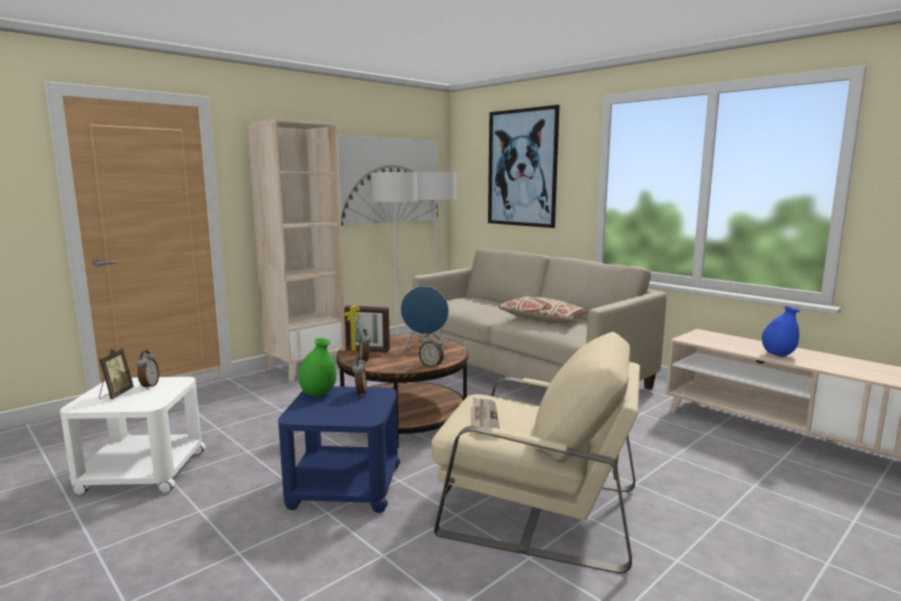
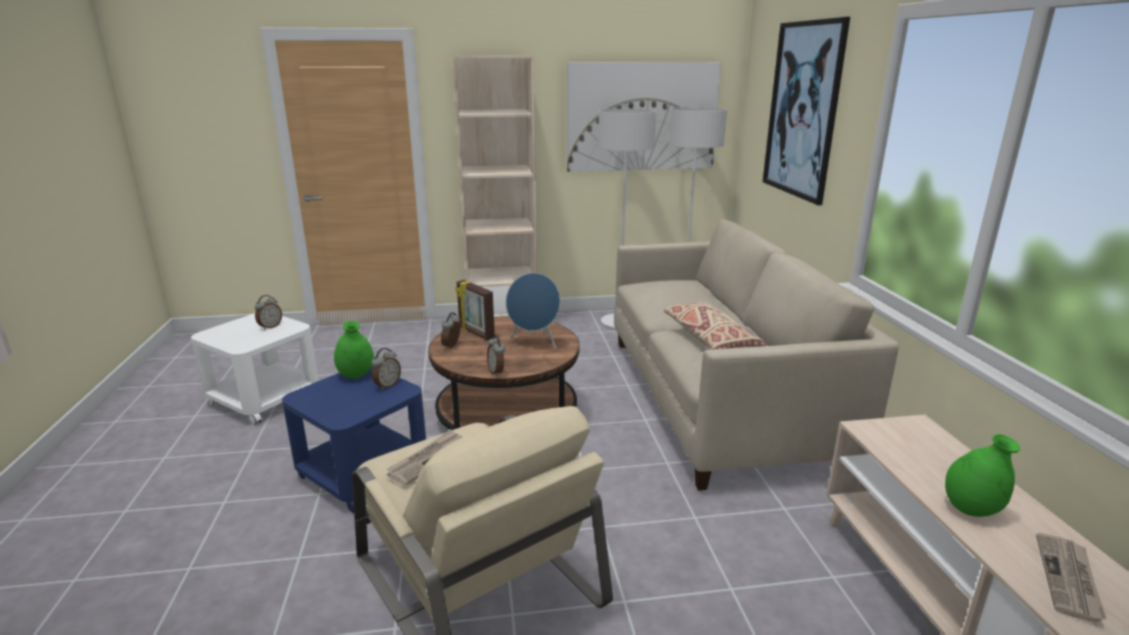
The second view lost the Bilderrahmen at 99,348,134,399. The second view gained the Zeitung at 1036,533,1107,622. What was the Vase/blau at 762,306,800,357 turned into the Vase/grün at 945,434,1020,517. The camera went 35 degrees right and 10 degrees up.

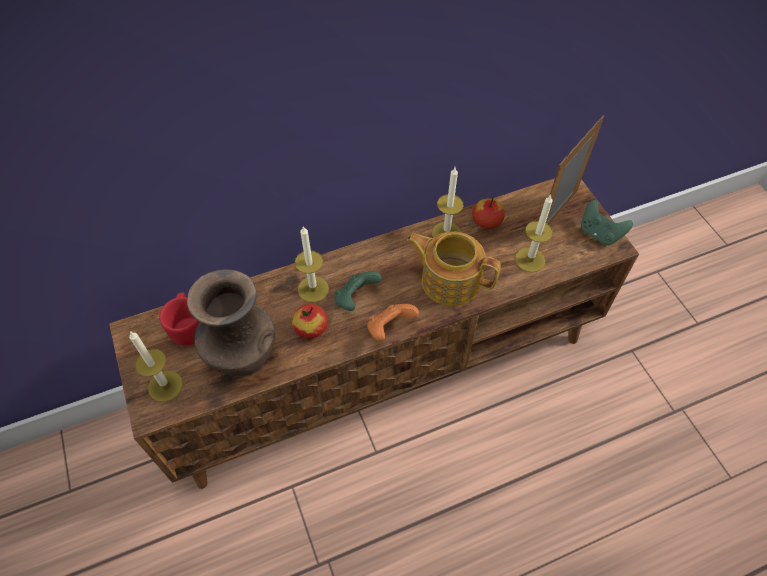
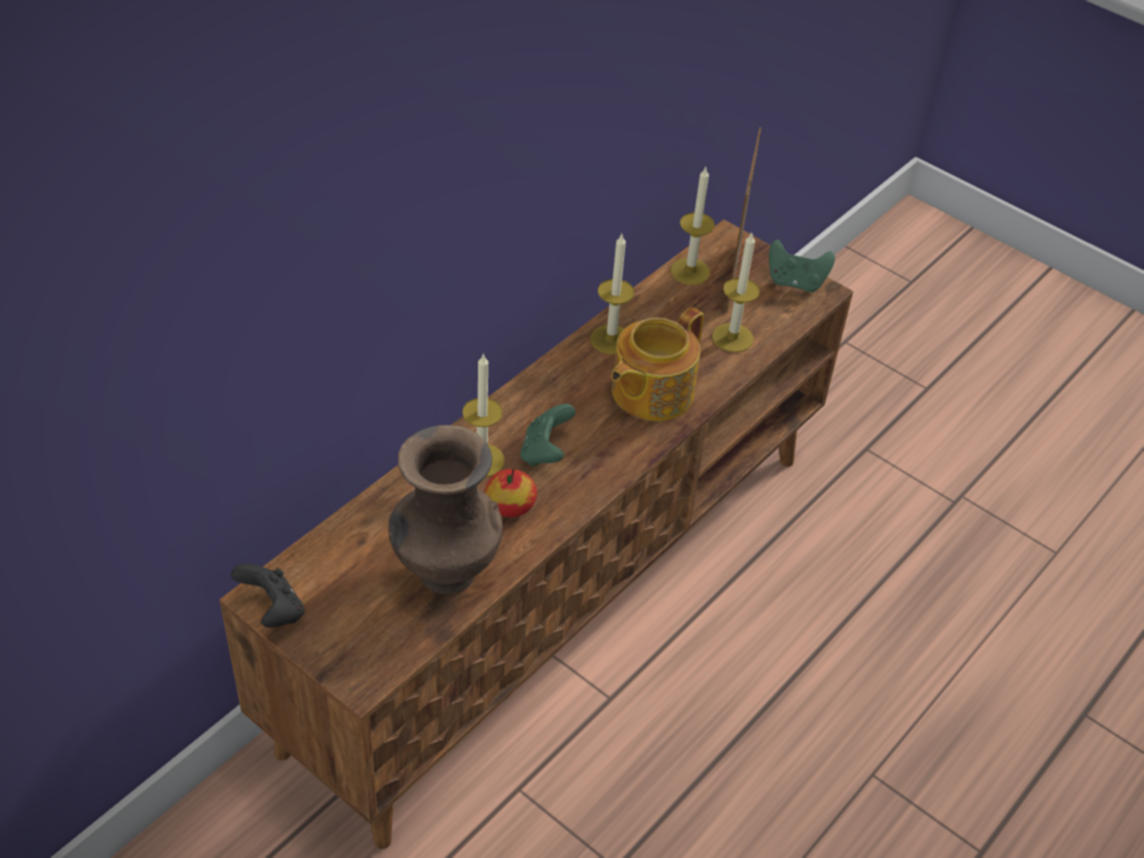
The second view lost the Henkelbecher/rot at 159,292,200,346. The second view lost the Gamepad/orange at 367,304,419,341. The second view lost the Apfel at 472,196,505,229. The second view gained the Gamepad/schwarz at 231,563,305,628. The Kerze ended up elsewhere, having gone from 129,331,183,402 to 671,166,715,285. The Teekanne at 407,232,501,306 ended up facing another way, 45 degrees counterclockwise from before. The camera went 30 degrees left and 10 degrees down.

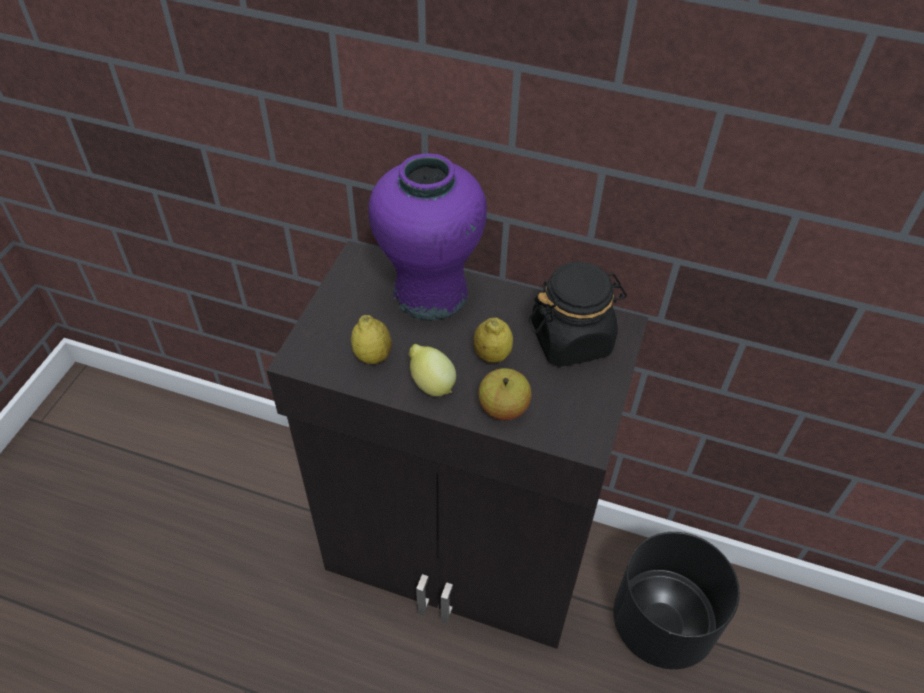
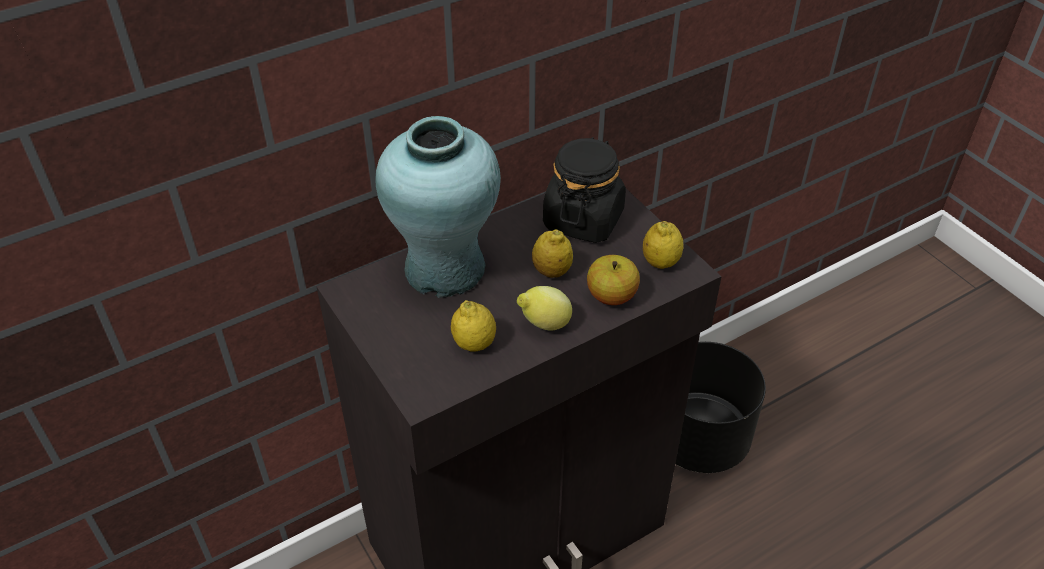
The second view gained the Zitrone at 643,221,684,269. What was the Vase/lila at 368,153,487,321 turned into the Vase/türkis at 375,116,501,298. The camera went 50 degrees left and 5 degrees down.

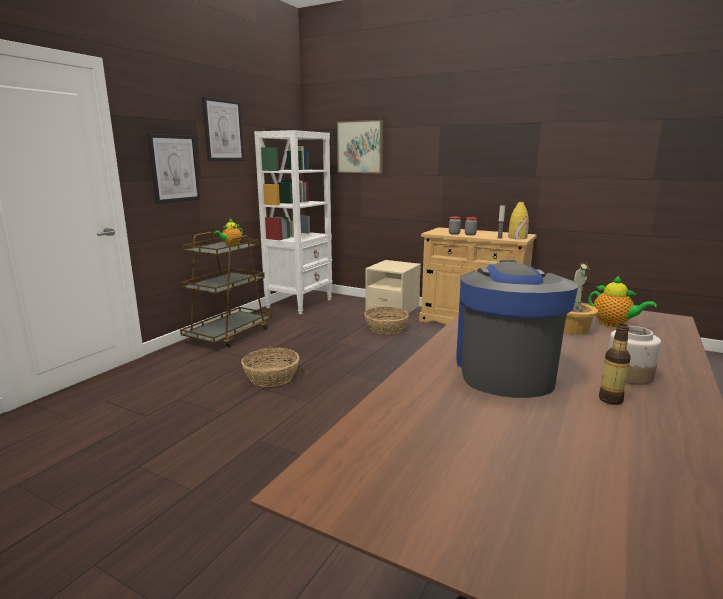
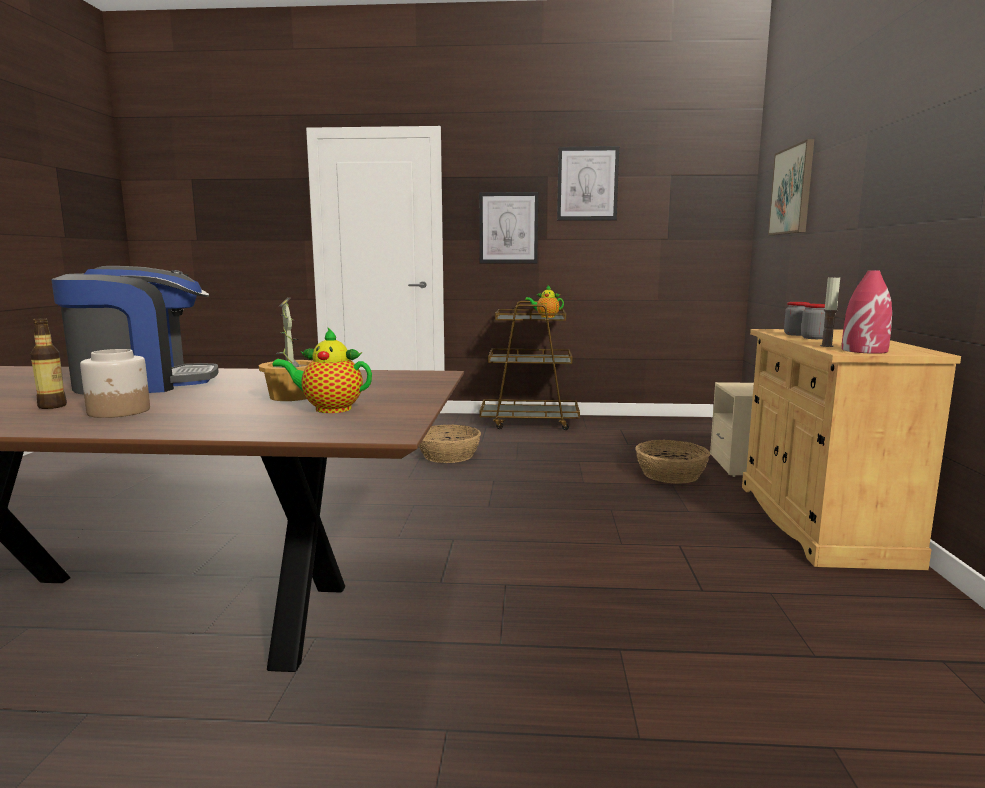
The second view lost the Bücherregal/weiß at 254,130,333,314. What was the Vase/gelb at 508,202,529,239 turned into the Vase/rot at 841,270,892,354. The Teekanne at 589,276,657,327 ended up facing another way, 75 degrees clockwise from before. The camera went 65 degrees right and 5 degrees down.

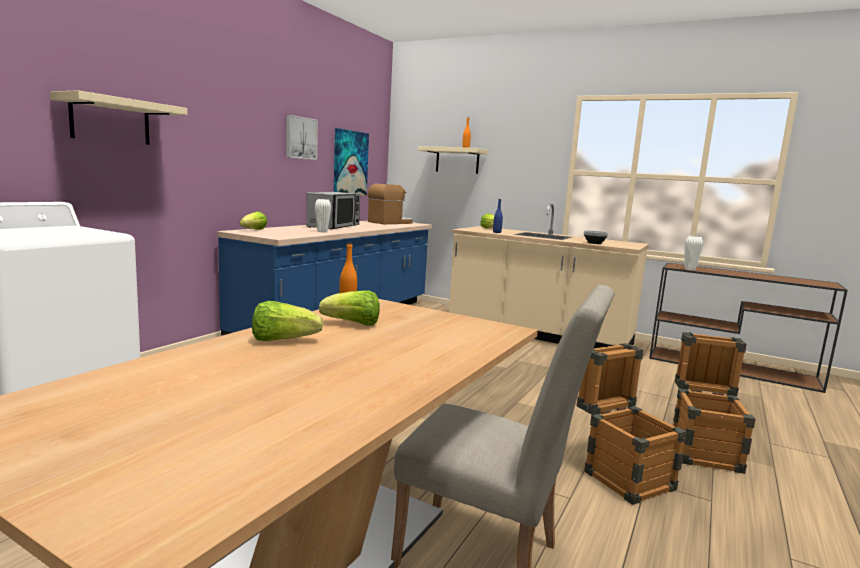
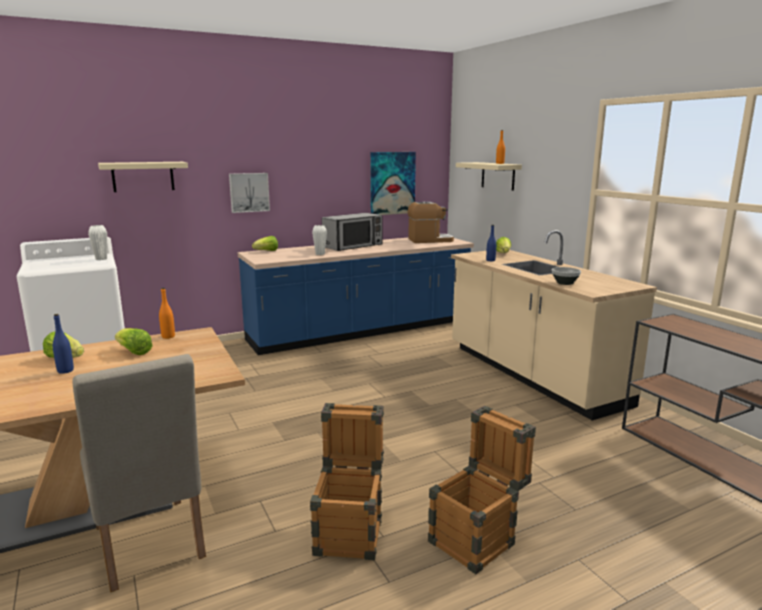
The second view gained the Flasche/blau at 53,314,74,374. The Bild ended up elsewhere, having gone from 286,115,318,160 to 229,173,270,213. The Vase/weiß ended up elsewhere, having gone from 684,236,703,270 to 88,225,107,260. The camera went 35 degrees right and 5 degrees up.

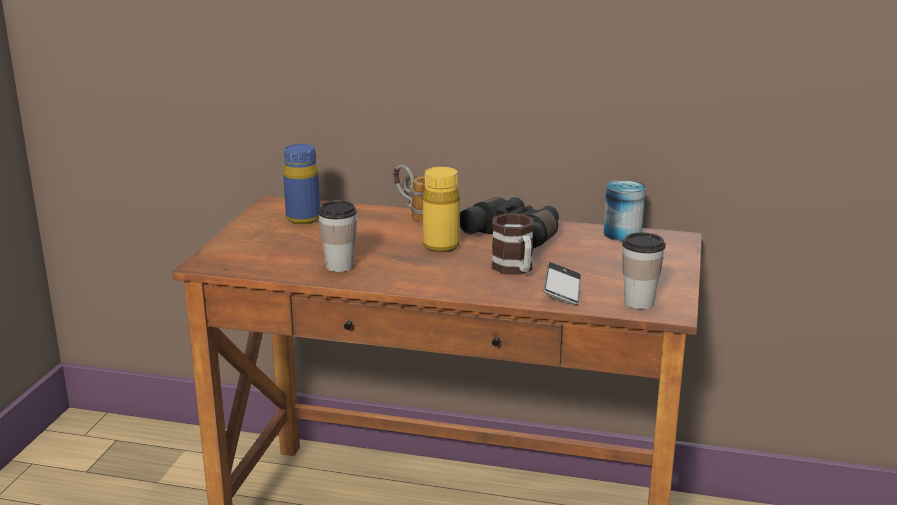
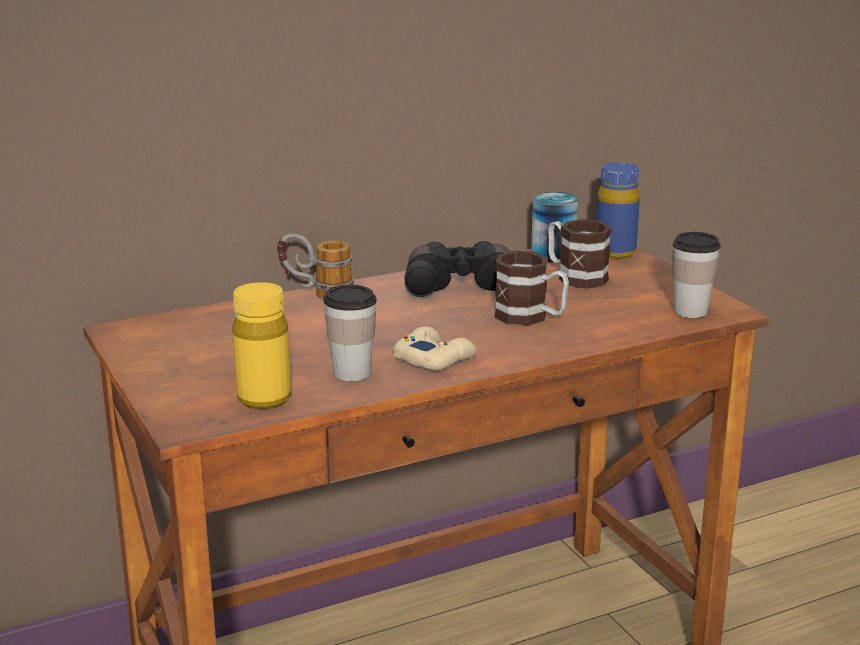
The second view lost the Handy at 544,262,581,305. The second view gained the Gamepad/beige at 393,326,477,371. The second view gained the Henkelbecher at 548,219,612,289. The Flasche/blau ended up elsewhere, having gone from 283,144,320,224 to 596,163,640,259. The Flasche/gelb ended up elsewhere, having gone from 423,167,460,252 to 232,282,291,409. The camera went 40 degrees left and 0 degrees up.

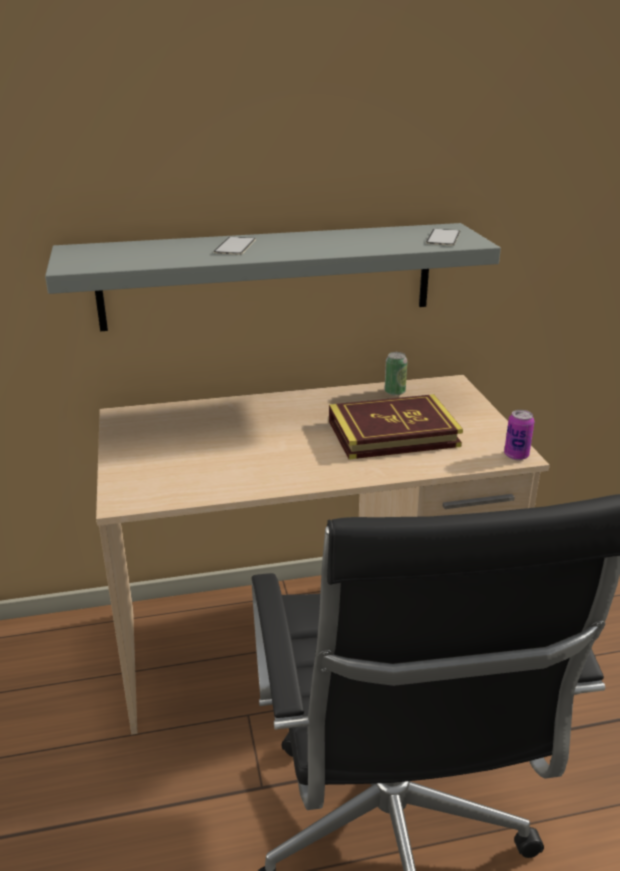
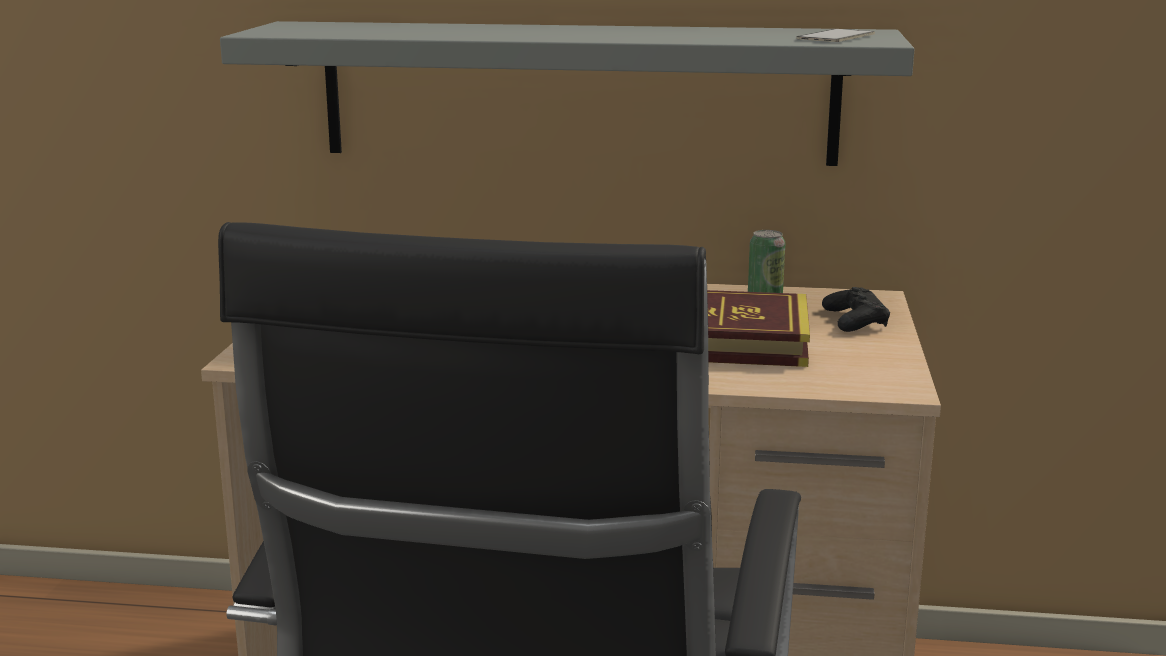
The second view lost the Handy at 213,237,256,255. The second view lost the Dose at 504,410,534,460. The second view gained the Gamepad/schwarz at 822,287,890,332. The camera went 20 degrees right and 10 degrees down.

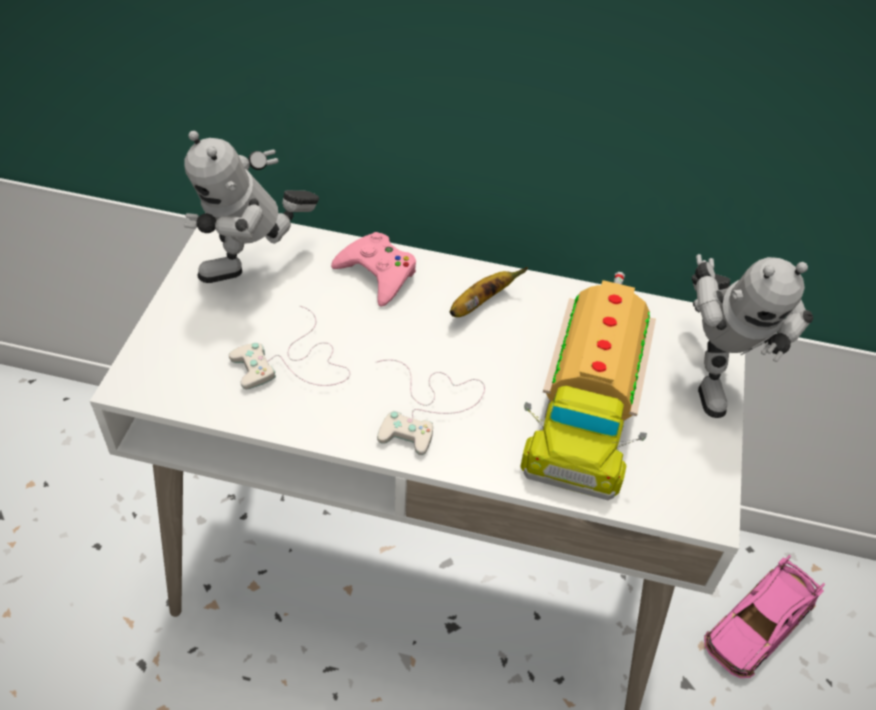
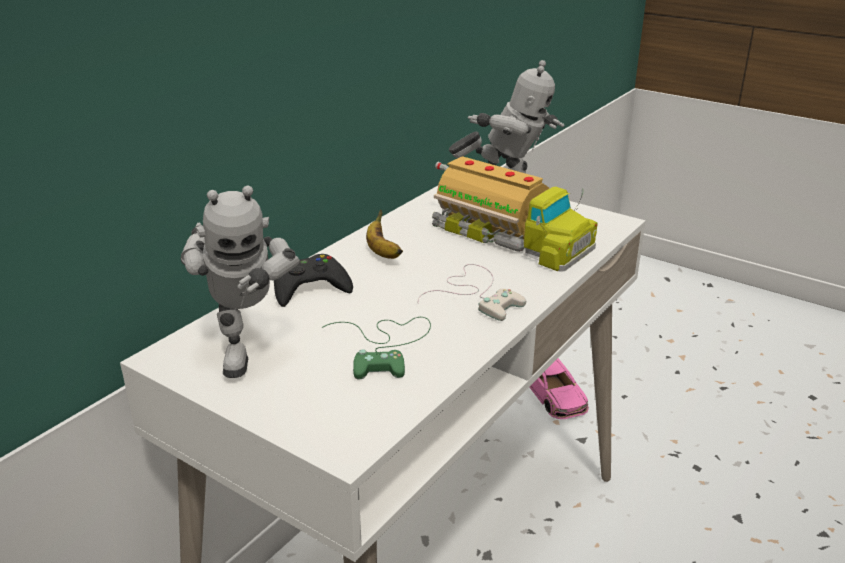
What was the Gamepad/weiß at 229,306,350,389 turned into the Gamepad/grün at 322,317,431,380. What was the Gamepad/rosa at 331,232,416,307 turned into the Gamepad/schwarz at 274,254,353,307. The camera went 65 degrees left and 20 degrees down.

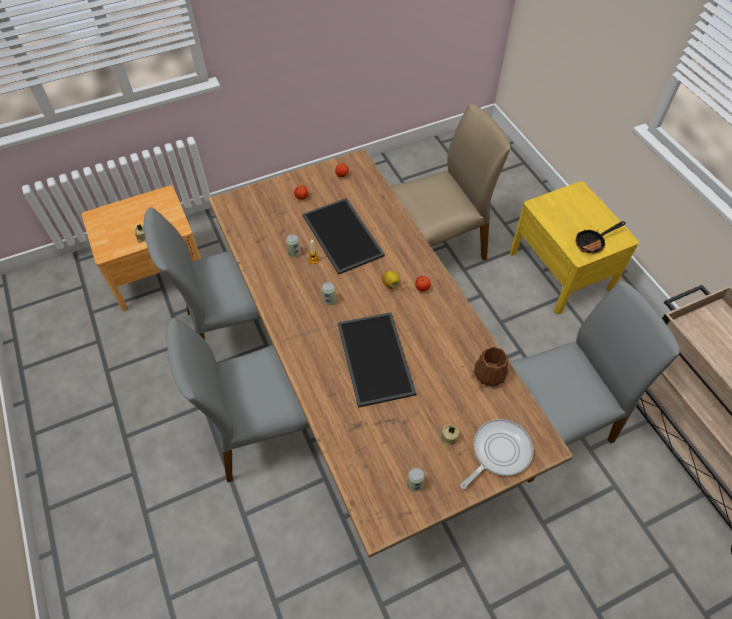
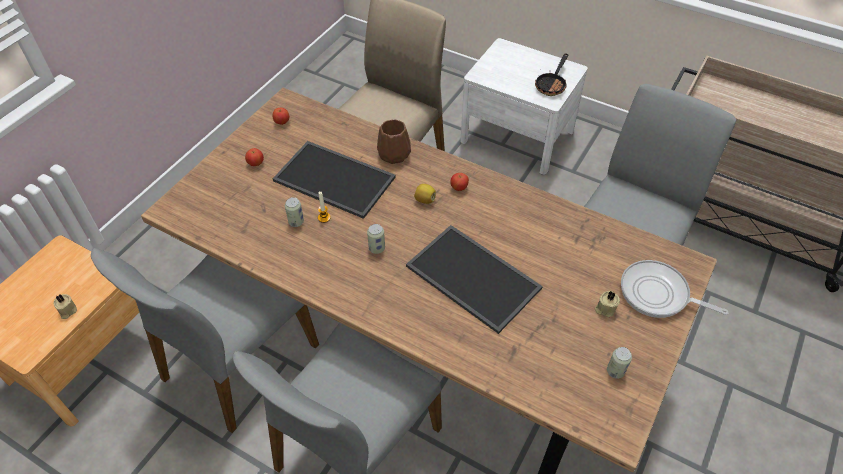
The Vase/braun ended up elsewhere, having gone from 474,347,508,387 to 377,119,411,164. What was the Nachttisch/gelb at 510,181,639,314 turned into the Nachttisch/weiß at 461,38,588,175. The Pfanne at 460,419,533,489 ended up facing another way, 75 degrees counterclockwise from before. The camera went 35 degrees left and 5 degrees down.

